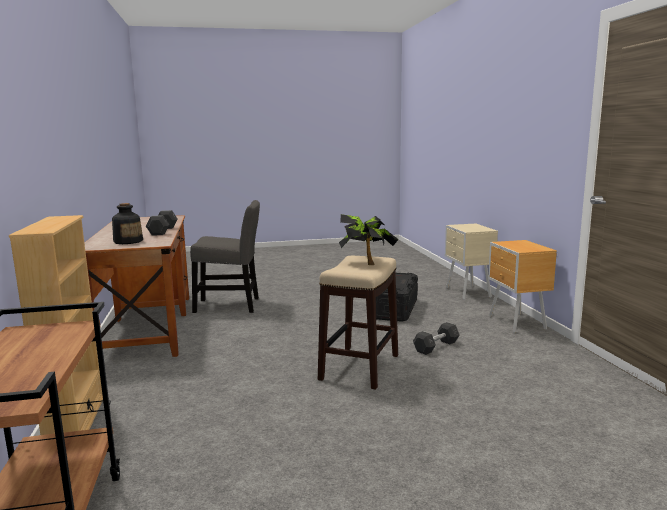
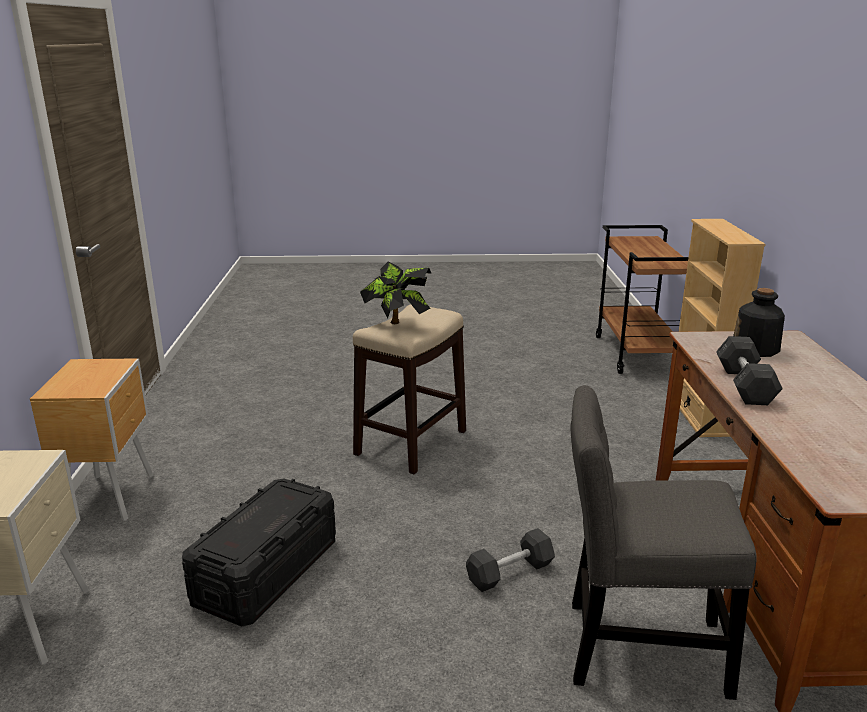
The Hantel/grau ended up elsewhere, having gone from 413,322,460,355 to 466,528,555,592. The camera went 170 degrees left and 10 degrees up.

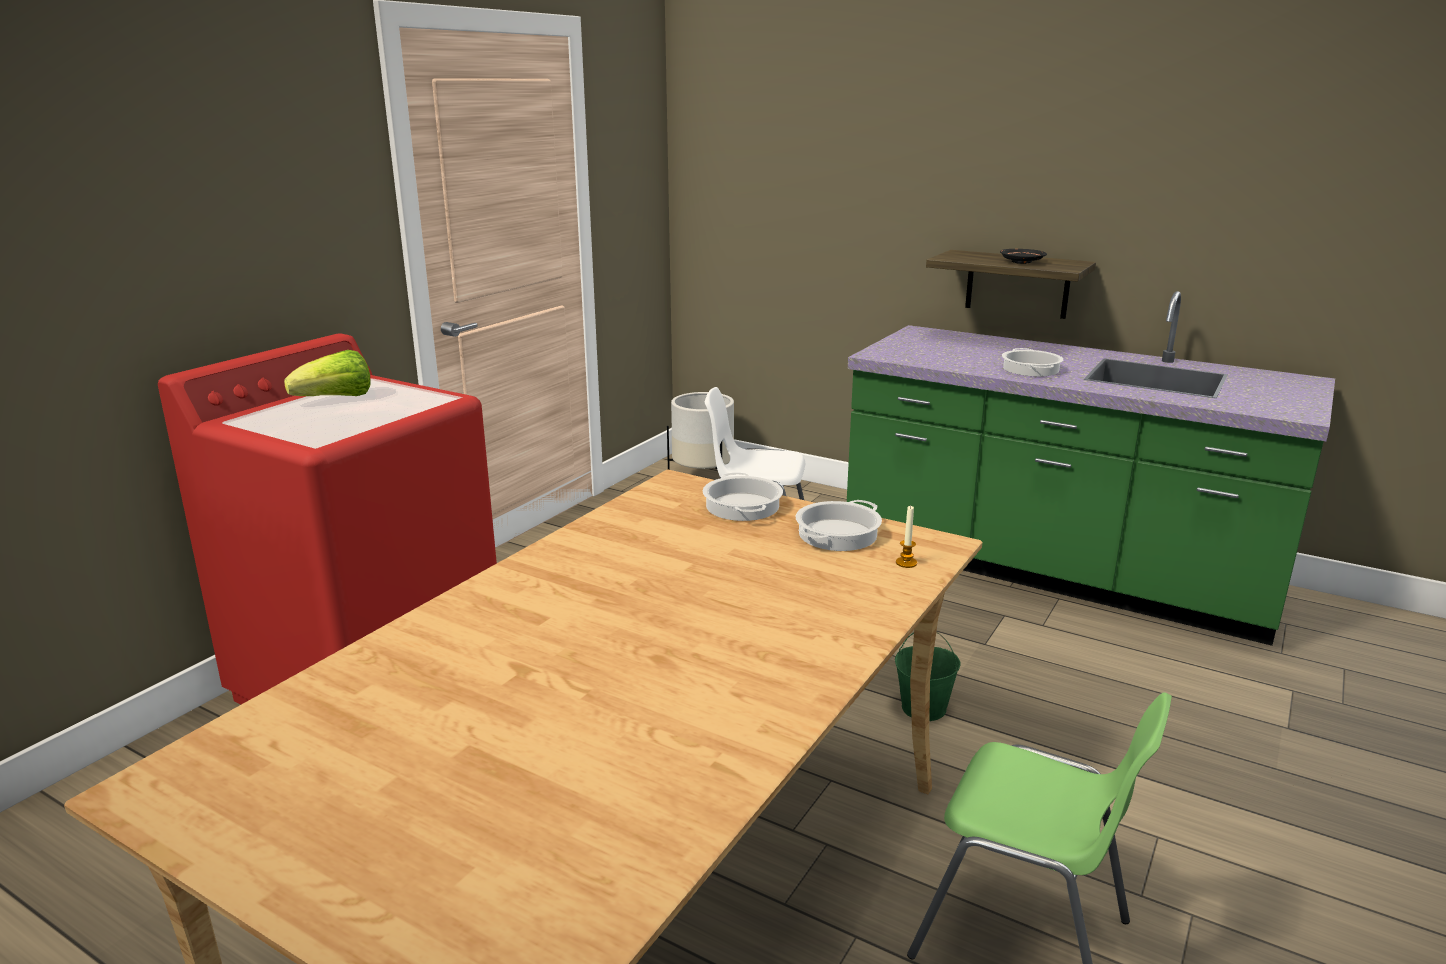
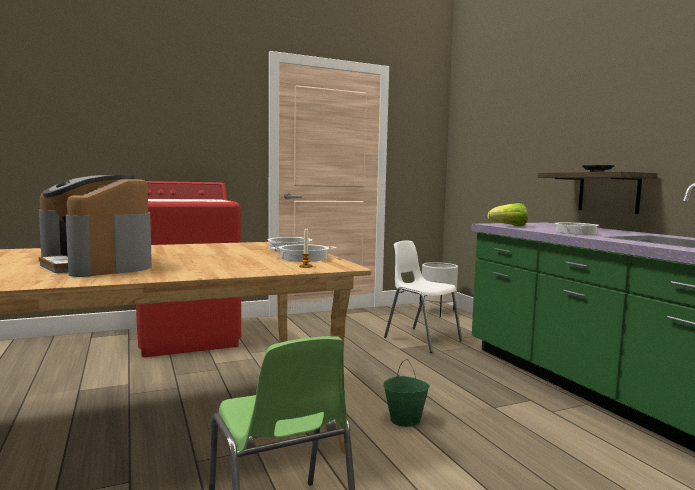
The second view gained the Kaffeemaschine at 39,175,152,277. The Salatkopf ended up elsewhere, having gone from 284,350,371,396 to 487,203,528,226. The camera went 35 degrees right and 15 degrees down.

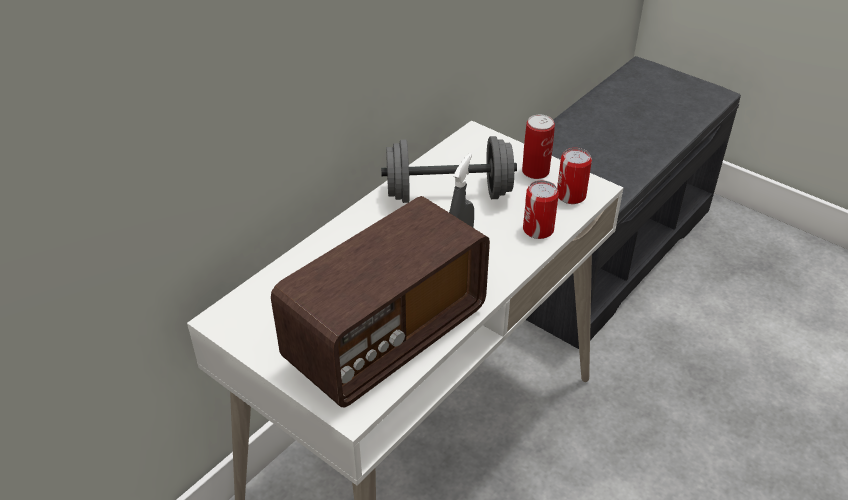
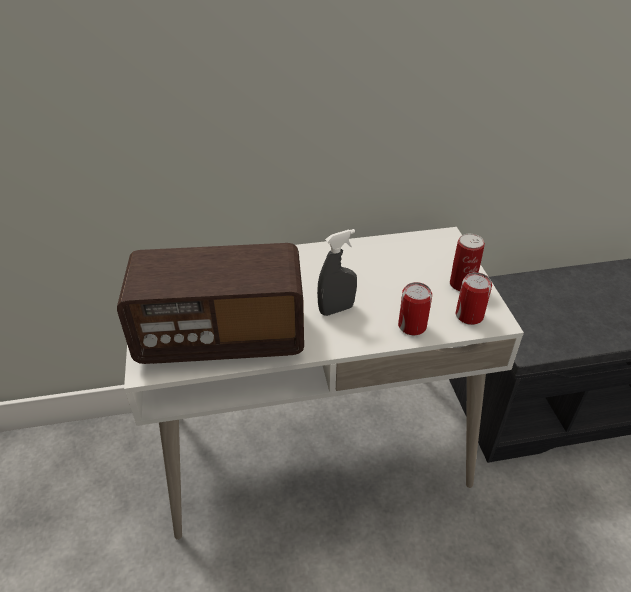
The second view lost the Hantel/grau at 381,136,517,203. The camera went 40 degrees right and 0 degrees up.

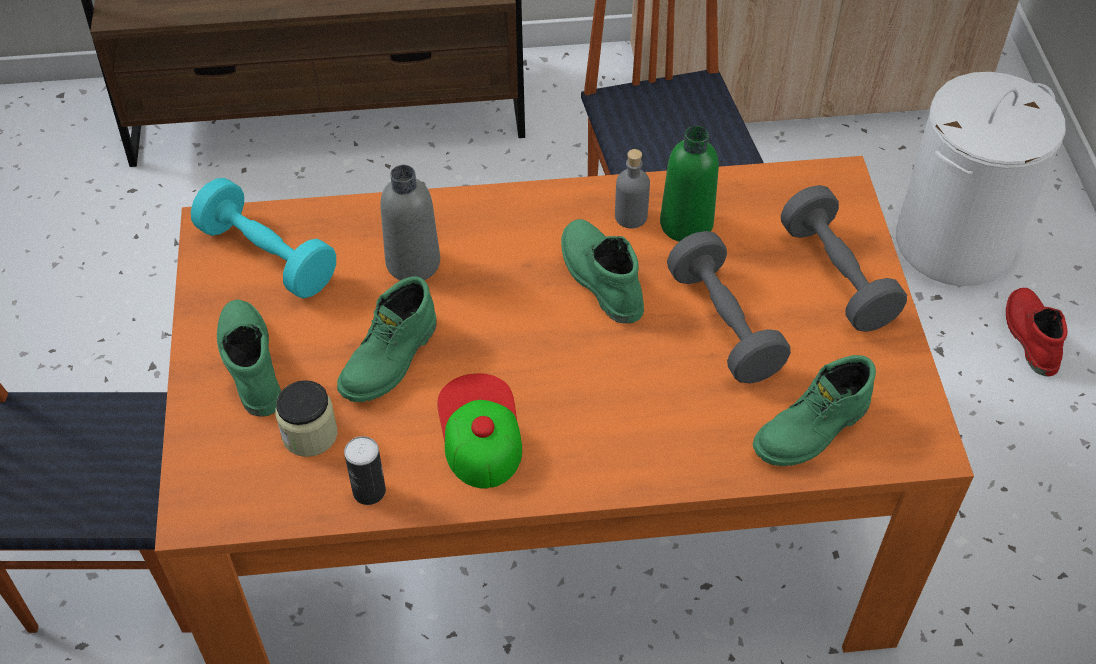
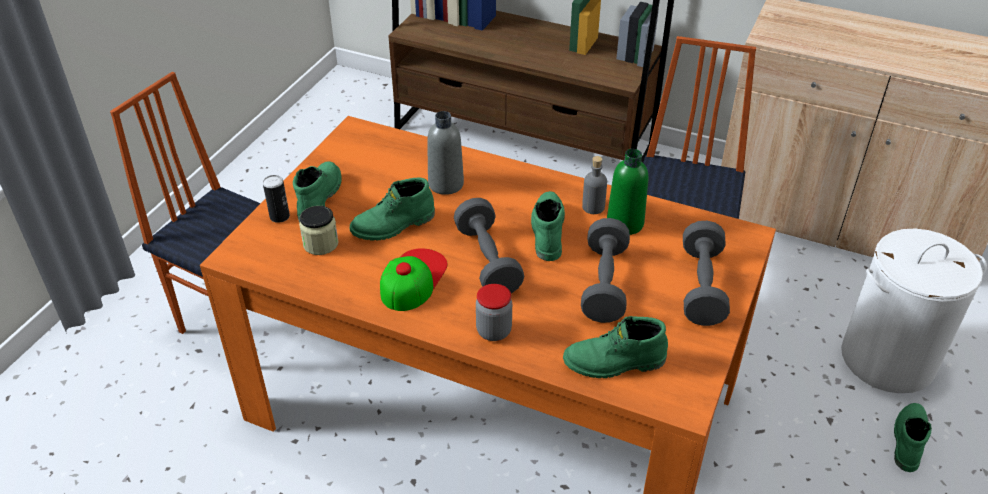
The second view lost the Hantel/türkis at 191,178,336,298. The second view gained the Hantel/grau at 454,198,524,293. The second view gained the Vorratsglas at 476,284,512,341. The Dose ended up elsewhere, having gone from 344,436,386,505 to 263,175,290,223. What was the Stiefel/rot at 1006,288,1067,376 turned into the Stiefel/grün at 894,403,932,472. The camera went 30 degrees right and 10 degrees down.

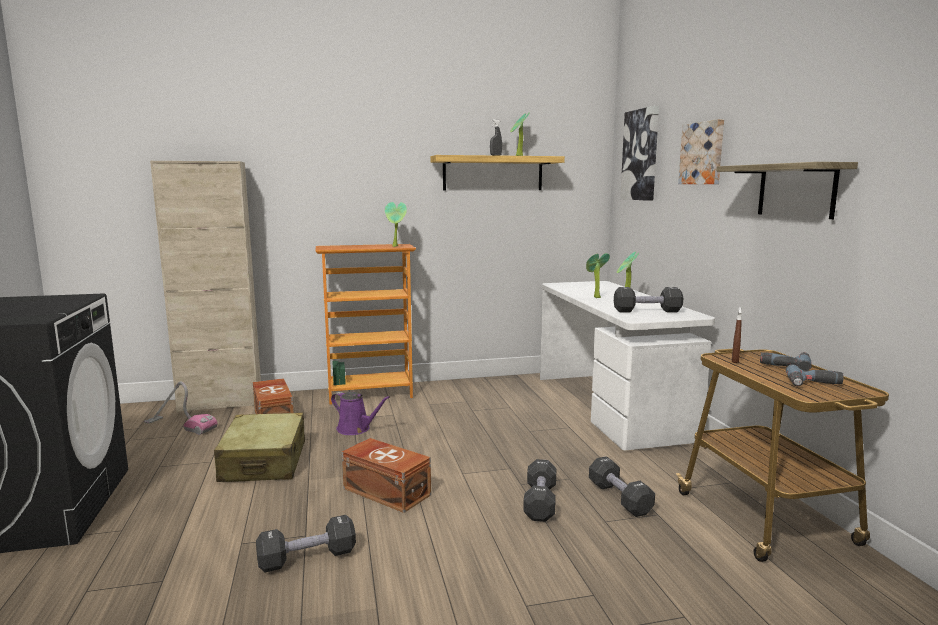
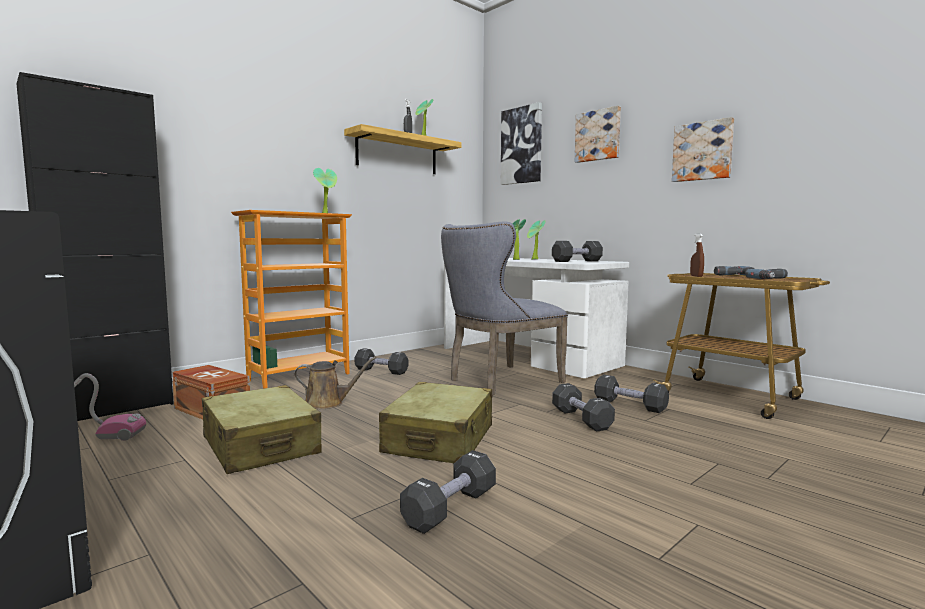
The second view gained the Hantel/schwarz at 354,348,409,375. The second view gained the Stuhl/grau at 441,222,568,395. Where the Aufbewahrungsbox/braun stood at 342,438,431,513, the Koffer/beige came to stand at 379,382,492,463. Where the Wandregal hung at 716,162,858,219, the Bild came to hang at 672,117,734,182. What was the Schrank/beige at 150,161,261,412 turned into the Schrank/schwarz at 16,72,174,421. What was the Gießkanne/lila at 331,392,390,435 turned into the Gießkanne/braun at 294,357,376,409. The camera went 30 degrees left and 5 degrees down.

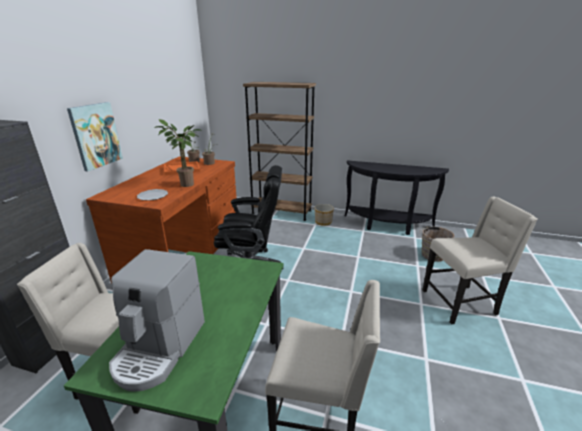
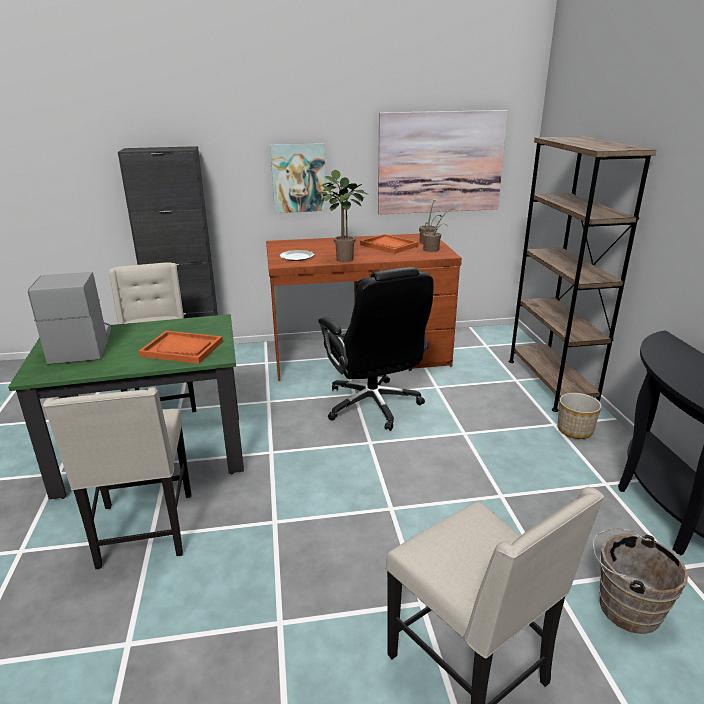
The second view gained the Tablett/orange at 139,331,223,364. The second view gained the Bild at 378,110,508,215. The Kaffeemaschine at 109,249,205,391 ended up facing another way, 90 degrees clockwise from before. The camera went 65 degrees right and 0 degrees up.

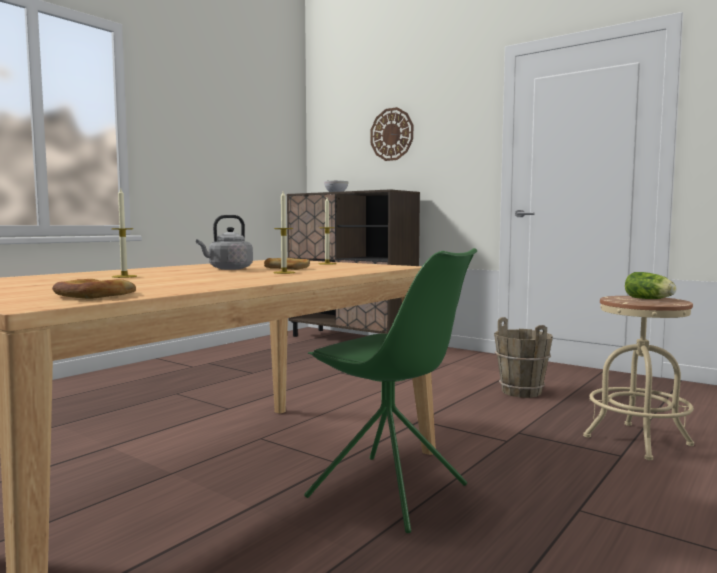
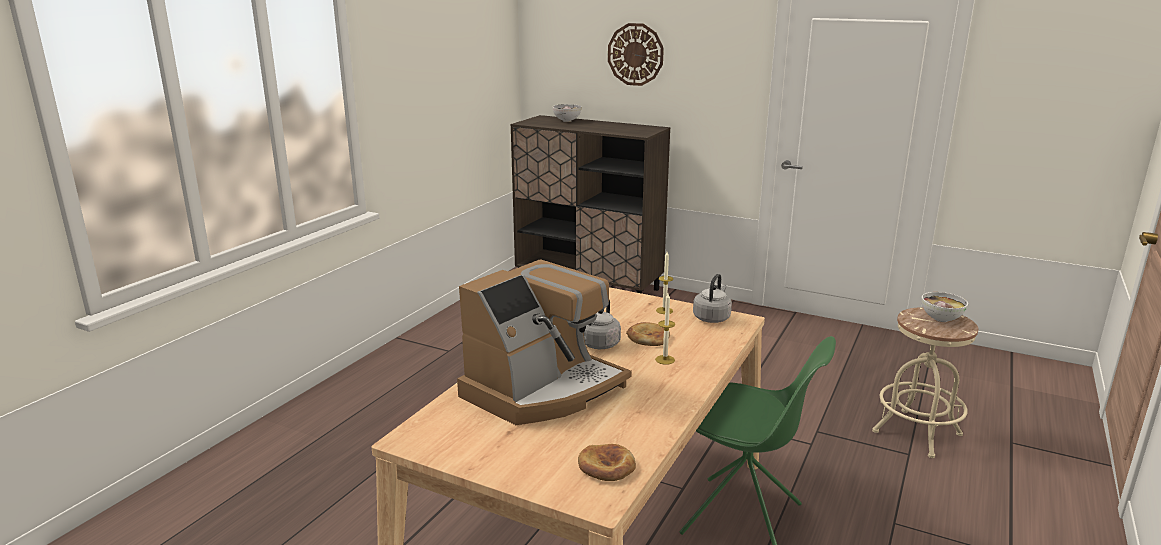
The second view lost the Eimer/braun at 494,317,553,398. The second view gained the Wasserkessel/grau at 693,274,732,323. Where the Kerze stood at 111,187,137,278, the Kaffeemaschine came to stand at 457,259,632,425. Where the Salatkopf stood at 625,272,676,299, the Schüssel came to stand at 922,292,968,322. The camera went 10 degrees left and 15 degrees up.

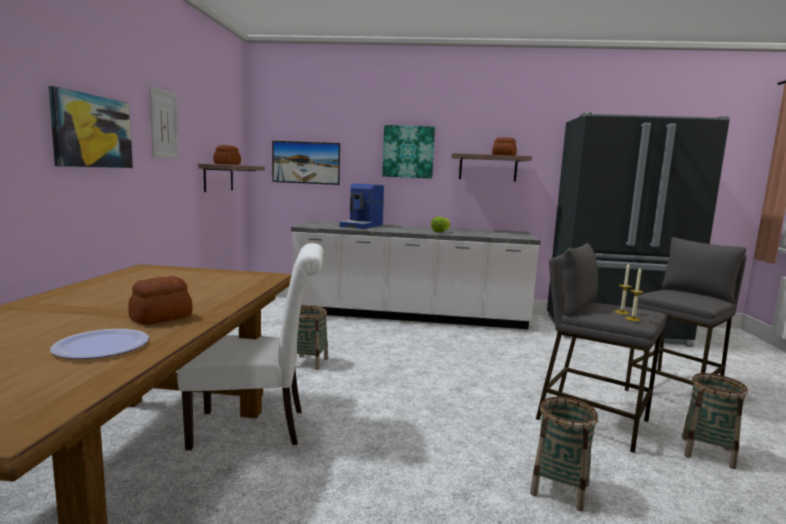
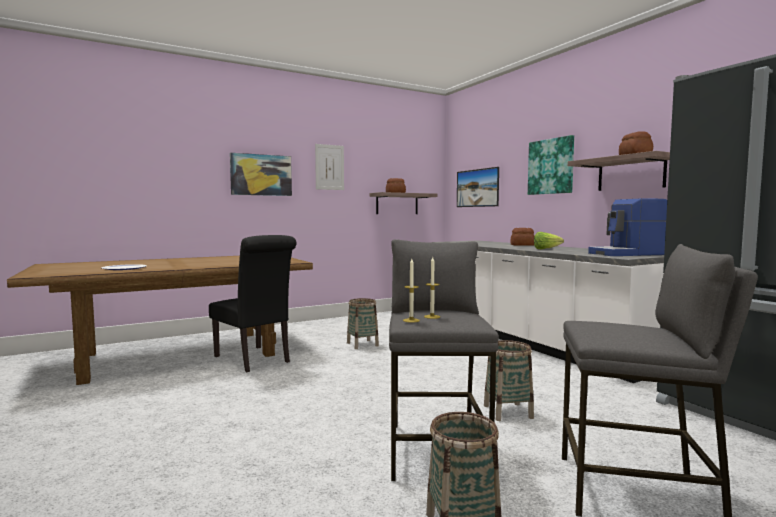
The Brot ended up elsewhere, having gone from 128,276,193,325 to 510,228,534,246. The Kaffeemaschine ended up elsewhere, having gone from 340,184,384,229 to 588,198,667,256. The Korb ended up elsewhere, having gone from 530,397,598,511 to 484,340,534,421. What was the Stuhl/weiß at 177,243,323,450 turned into the Stuhl/schwarz at 209,235,296,372. The camera went 55 degrees right and 5 degrees down.

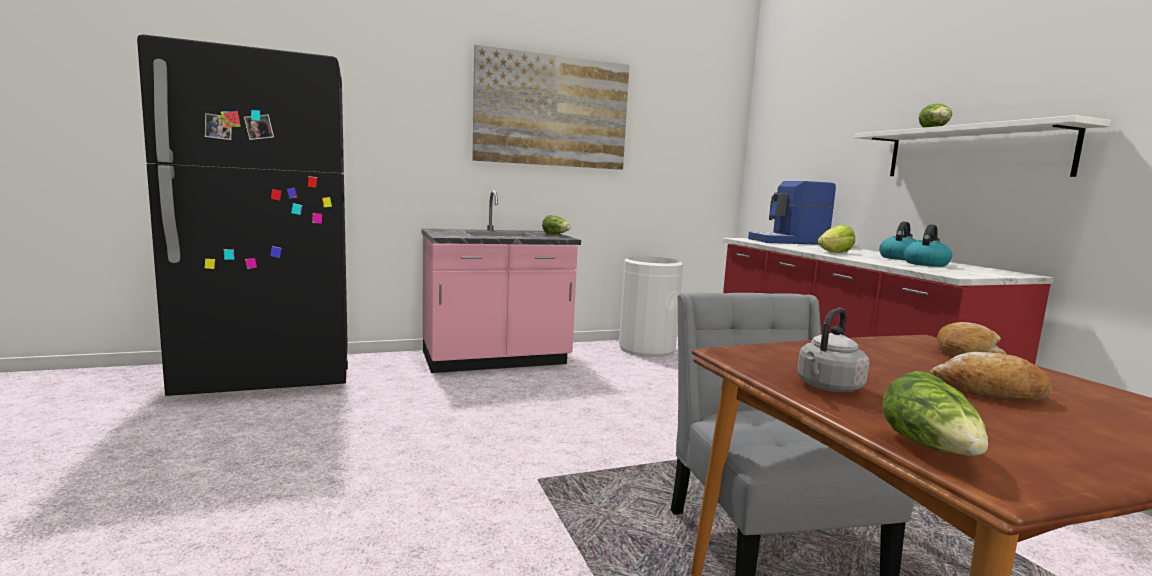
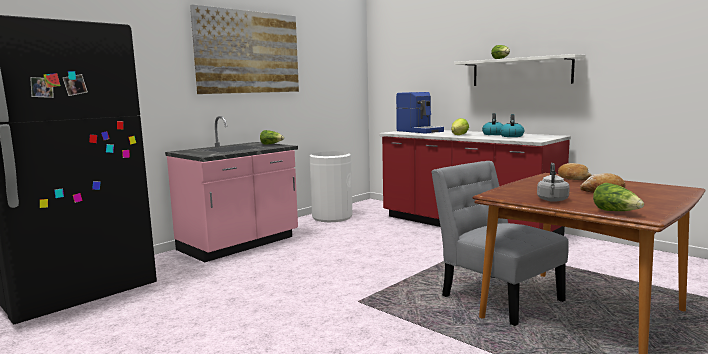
The Kaffeemaschine at 748,181,836,245 ended up facing another way, 90 degrees counterclockwise from before. The camera went 25 degrees left and 0 degrees up.

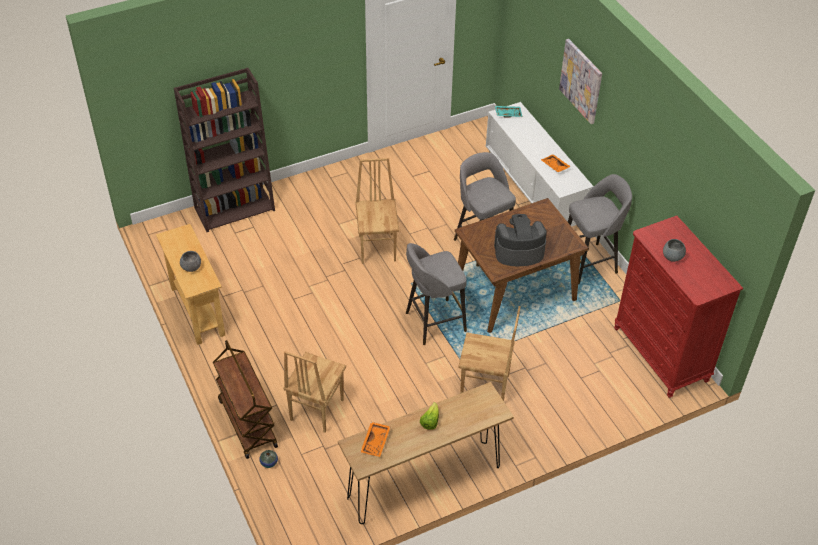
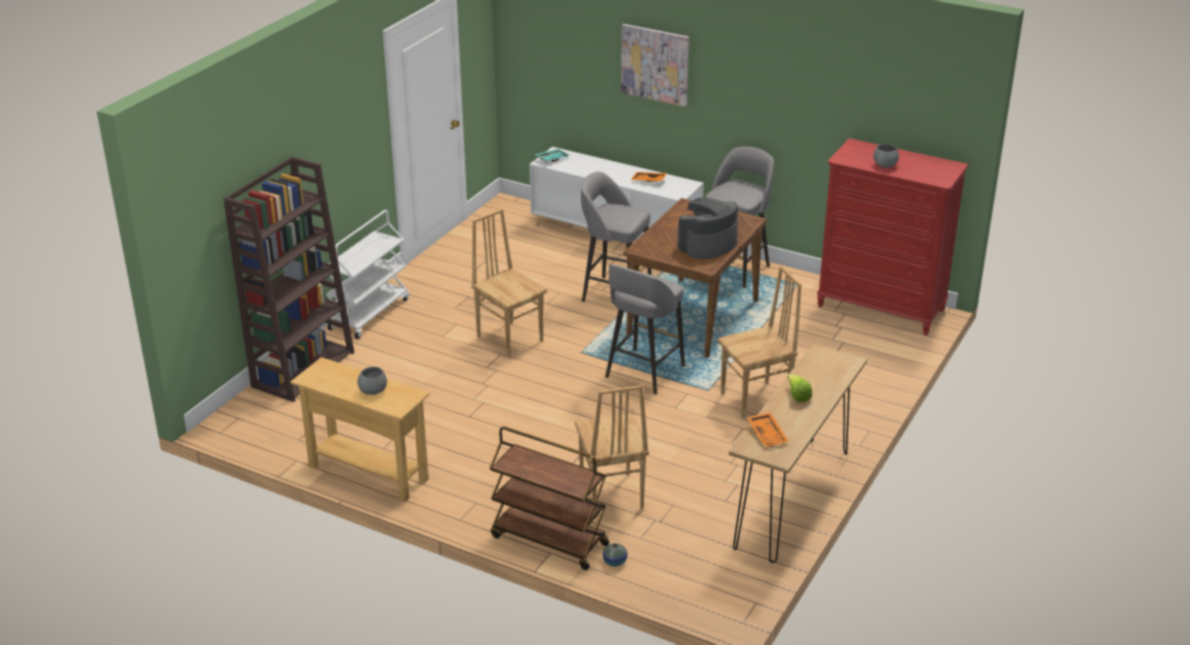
The second view gained the Rollwagen/weiß at 326,210,409,339. The camera went 35 degrees left and 15 degrees down.

